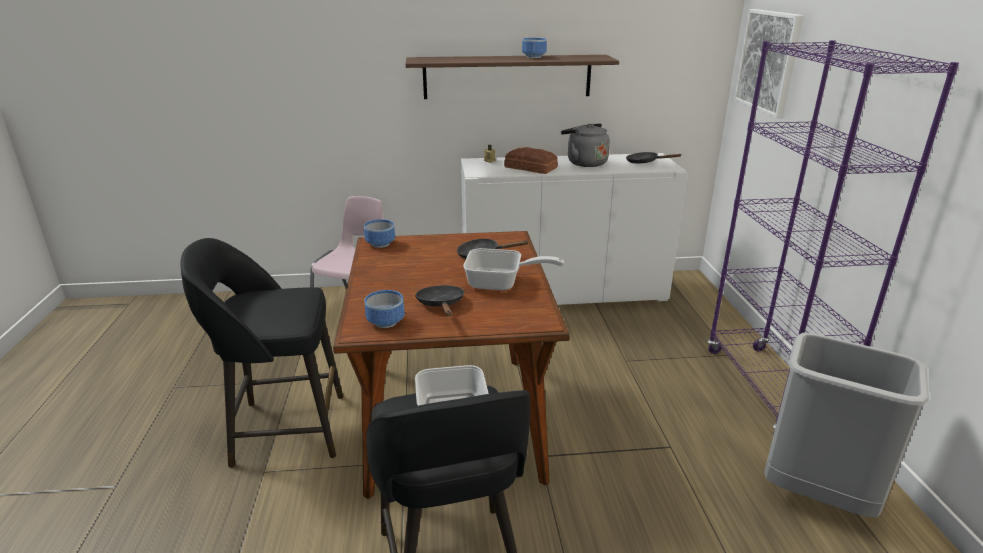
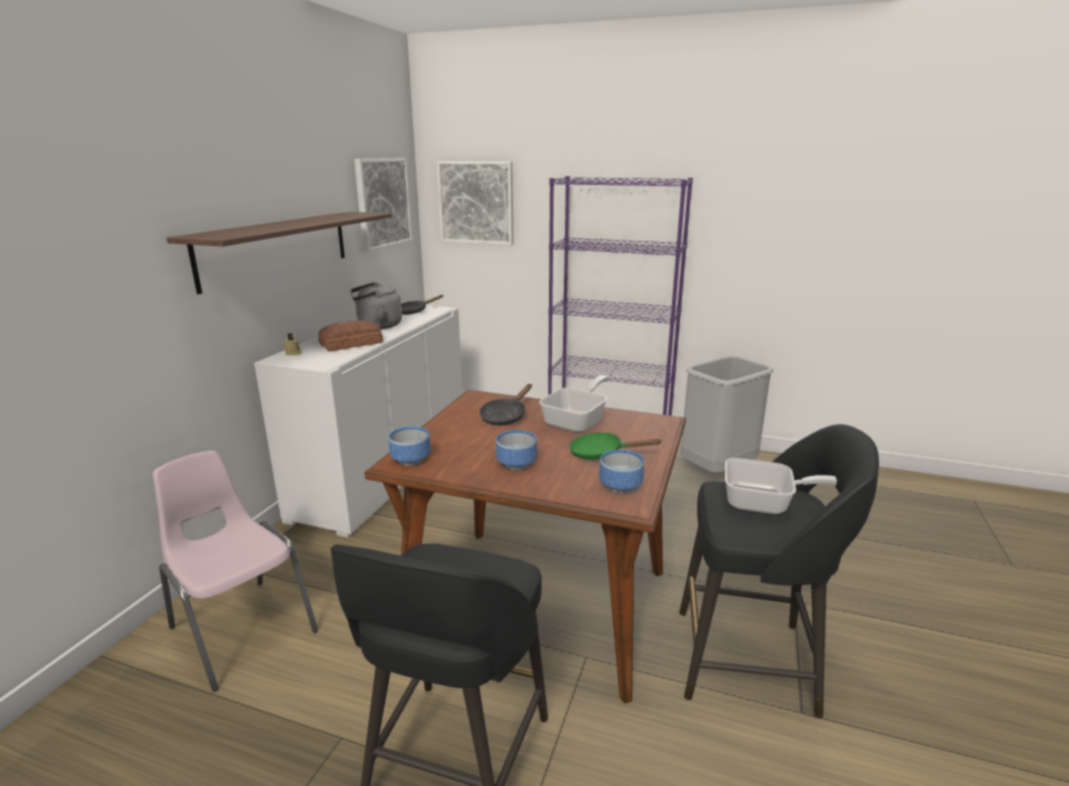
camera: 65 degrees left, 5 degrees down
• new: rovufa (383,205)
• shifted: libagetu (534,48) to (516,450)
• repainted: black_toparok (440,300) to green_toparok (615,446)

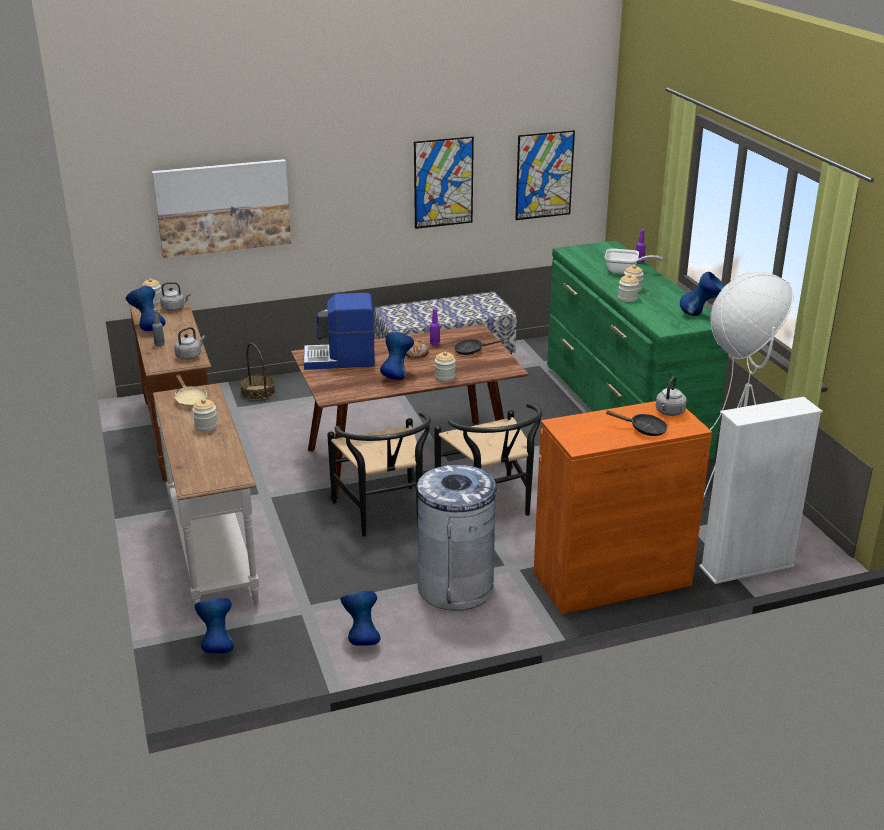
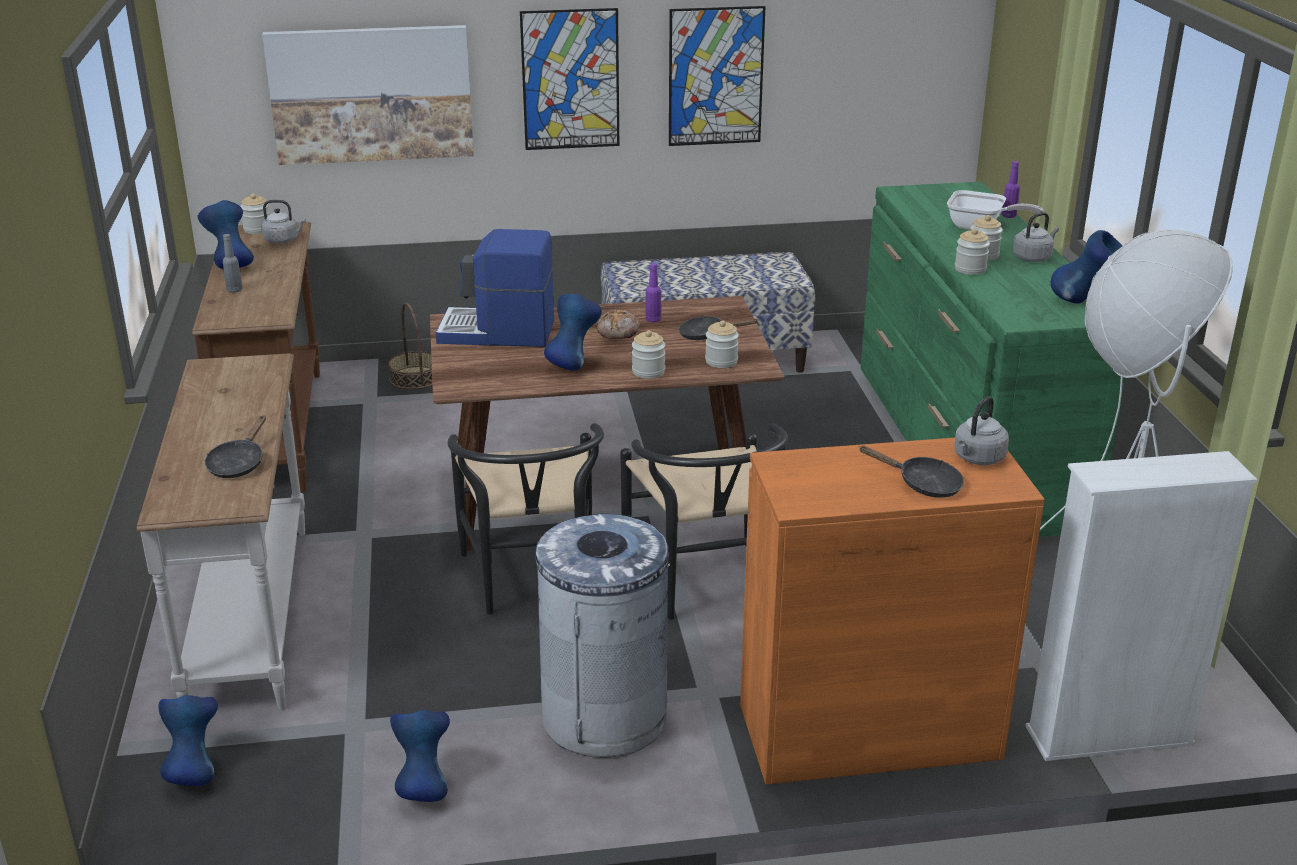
camera: 10 degrees right, 0 degrees up
• gone: beige_toparok (190,390)
• new: black_toparok (235,446)
• shifted: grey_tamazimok (189,343) to (1036,237)
• shifted: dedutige (205,415) to (722,344)
• shifted: rovufa (545,175) to (569,79)

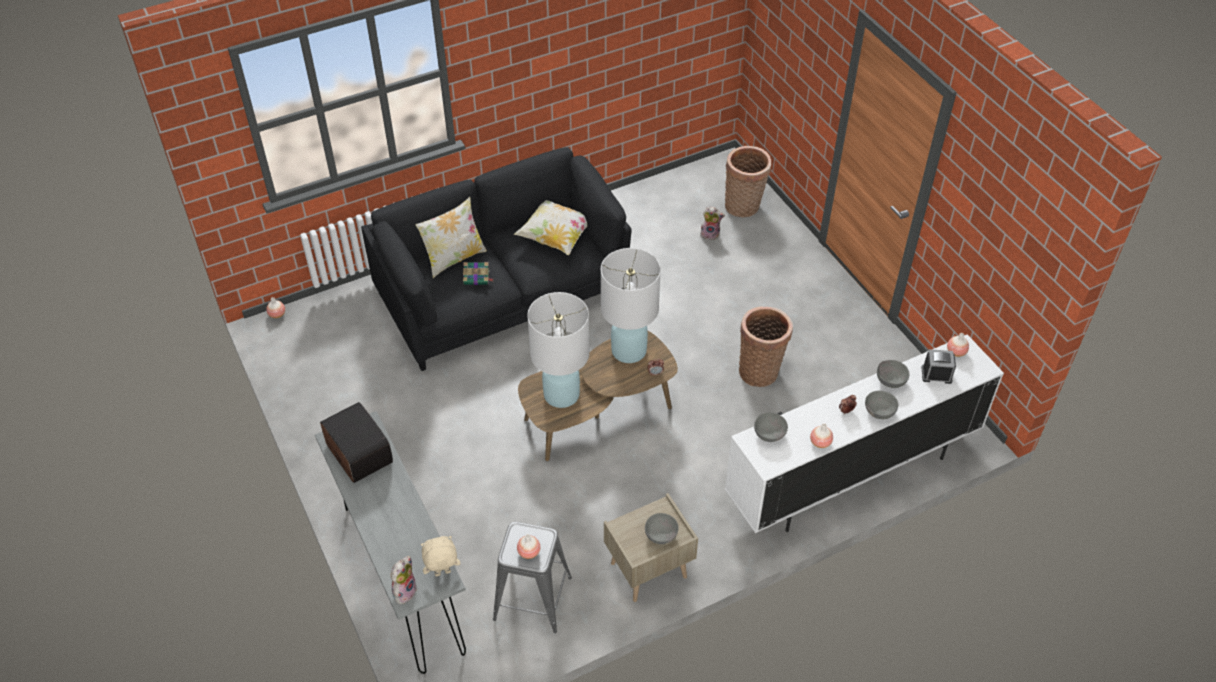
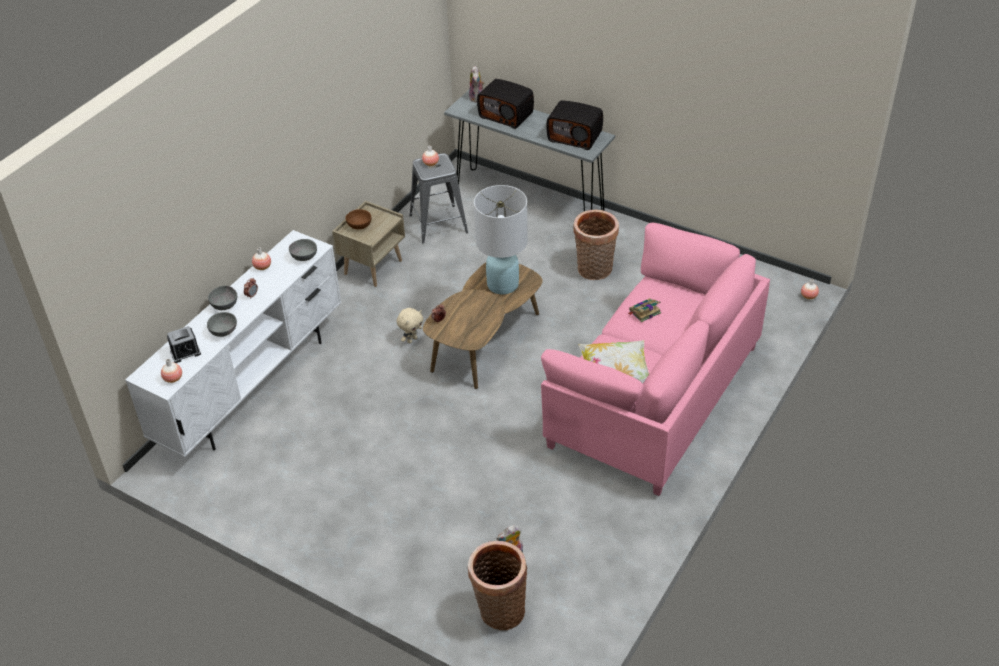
camera: 150 degrees right, 5 degrees down
• gone: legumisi (451,237)
• gone: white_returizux (631,305)
• new: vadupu (505,104)
• shifted: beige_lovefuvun (441,556) to (410,326)
• shifted: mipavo (766,347) to (596,245)
• repainted: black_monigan (496,259) to pink_monigan (655,359)
• repainted: grey_libagetu (662,528) to brown_libagetu (358,219)

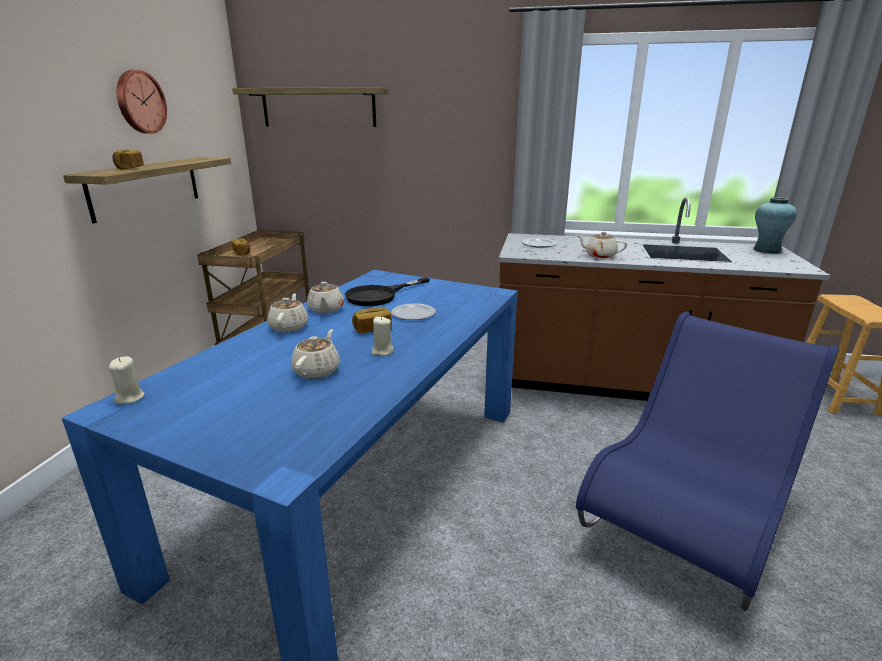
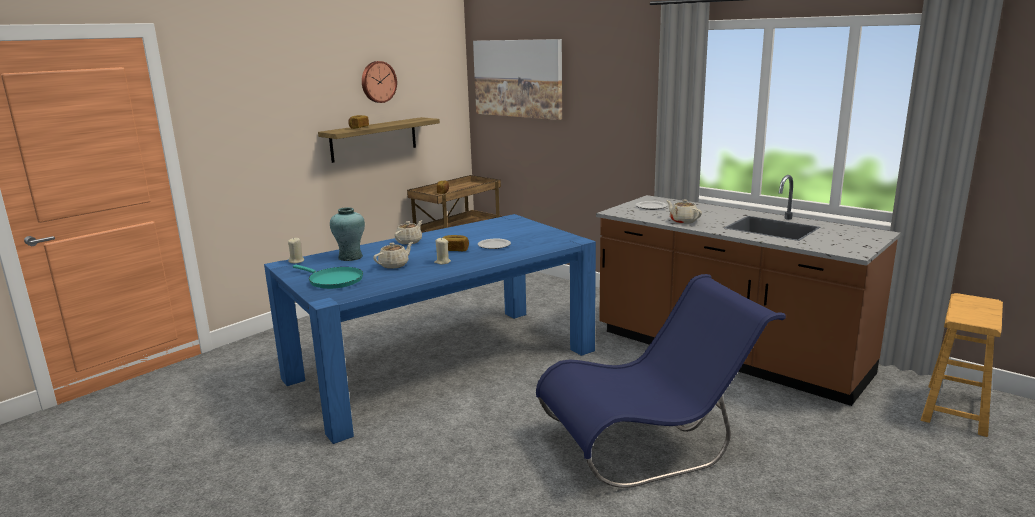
camera: 30 degrees right, 5 degrees down
• gone: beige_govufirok (325,298)
• gone: black_toparok (387,292)
• new: turquoise_toparok (328,277)
• shifted: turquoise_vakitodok (775,225) to (347,234)
• swapped: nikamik (310,107) to rovufa (517,79)

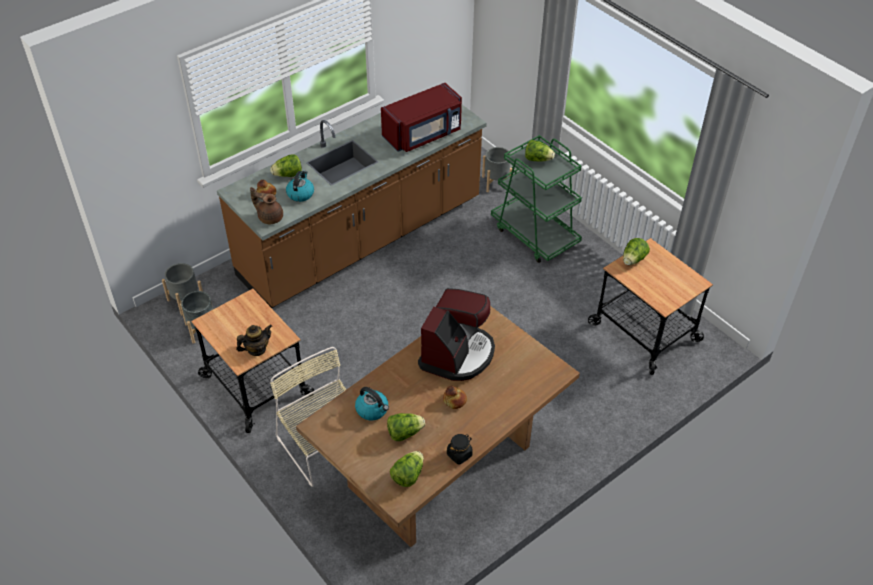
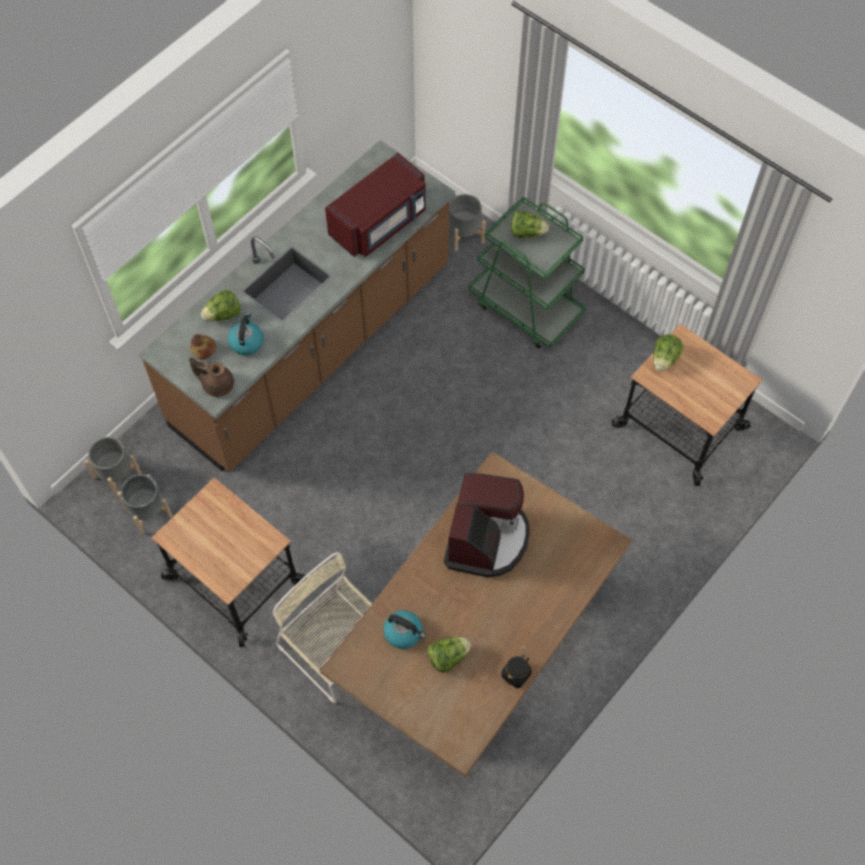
camera: 10 degrees left, 15 degrees up
• gone: govufirok (254,340)
• gone: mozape (407,469)
• gone: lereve (455,397)

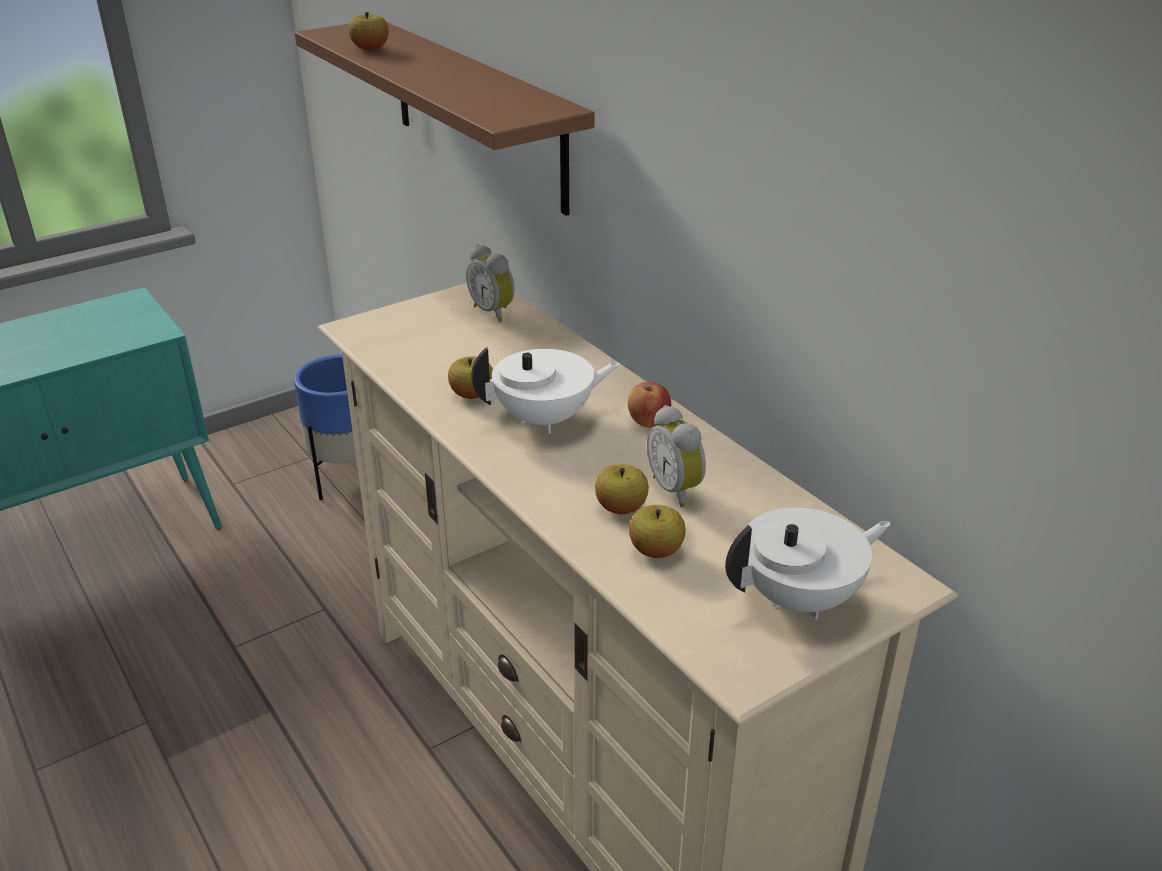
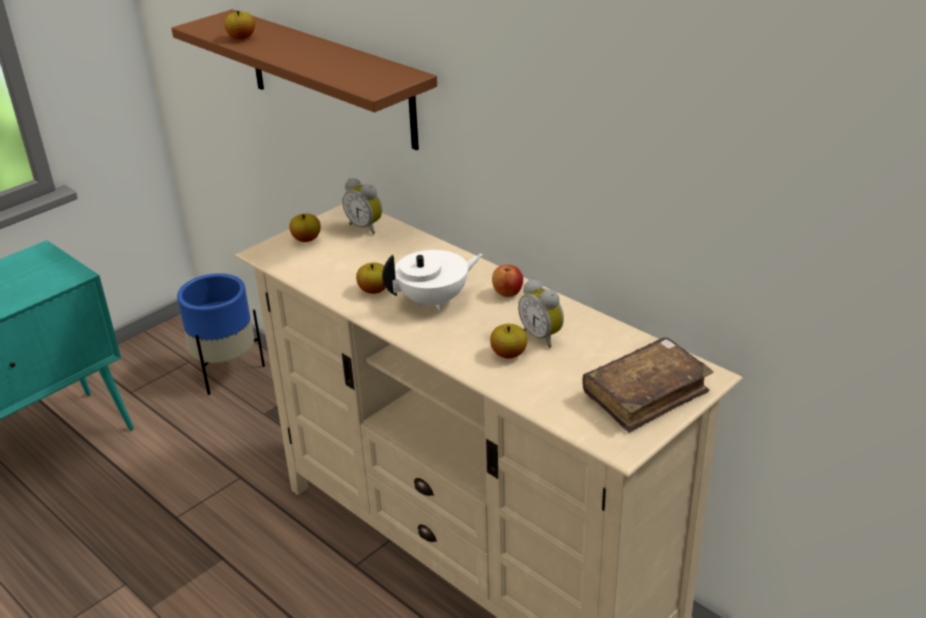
camera: 10 degrees left, 0 degrees up
• shifted: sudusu (657,531) to (305,228)
• swapped: white_govufirok (808,564) to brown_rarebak (647,385)

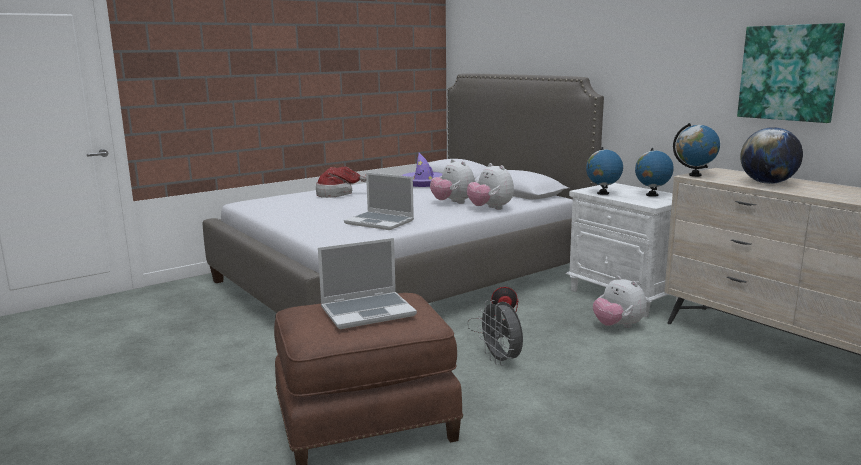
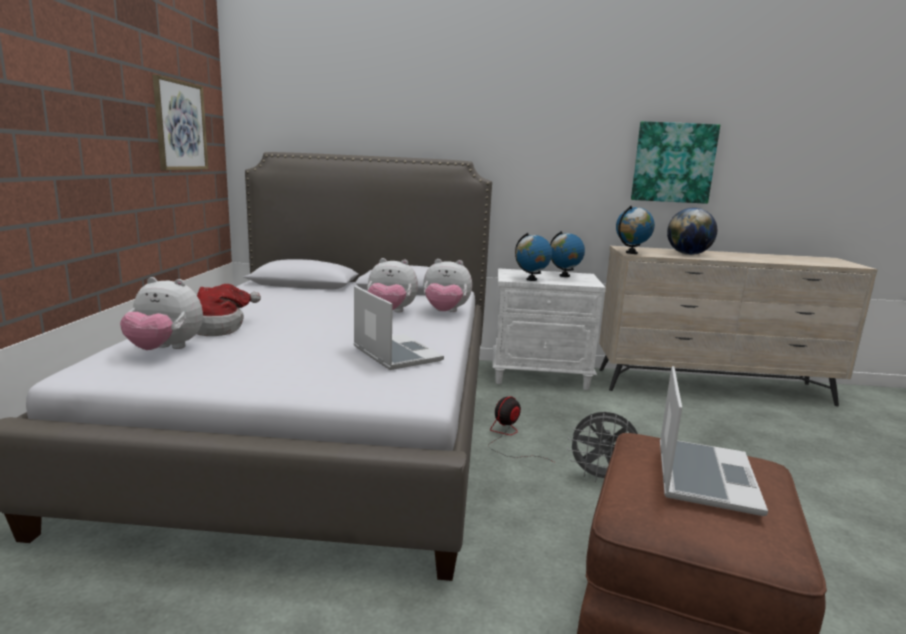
camera: 50 degrees left, 0 degrees up
• gone: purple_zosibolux (422,170)
• new: rovufa (180,122)
• shifted: lovefuvun (620,302) to (161,313)
• rotated: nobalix (379,201) = (398,328) 105 degrees counterclockwise

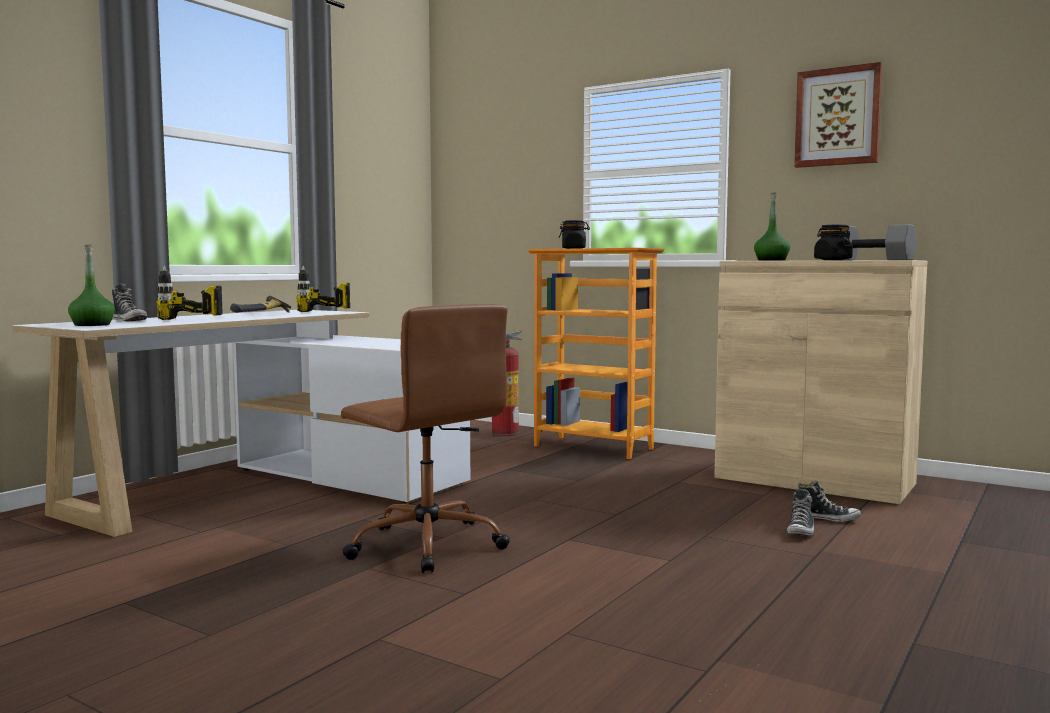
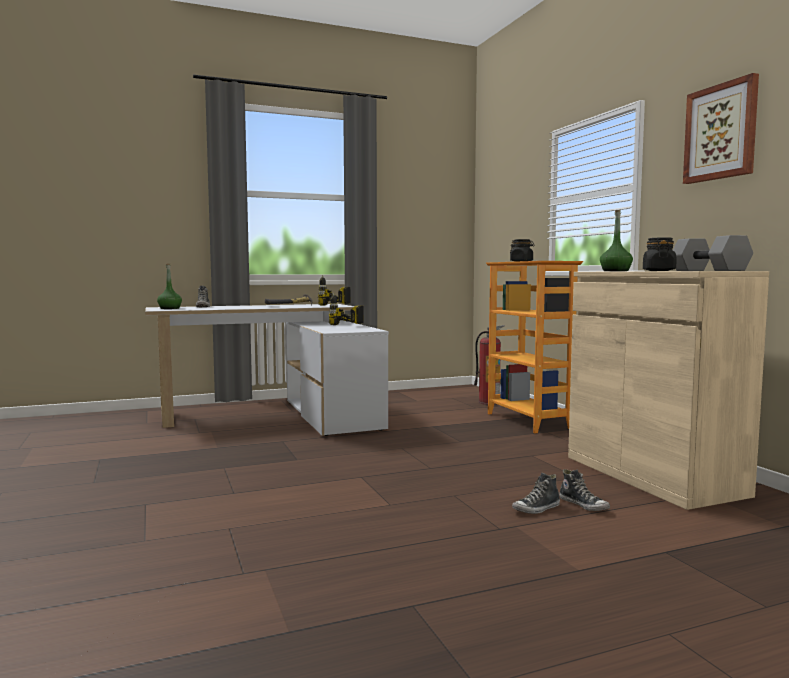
camera: 35 degrees right, 0 degrees up
• gone: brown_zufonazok (425,438)
• shifted: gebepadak (190,293) to (346,309)

